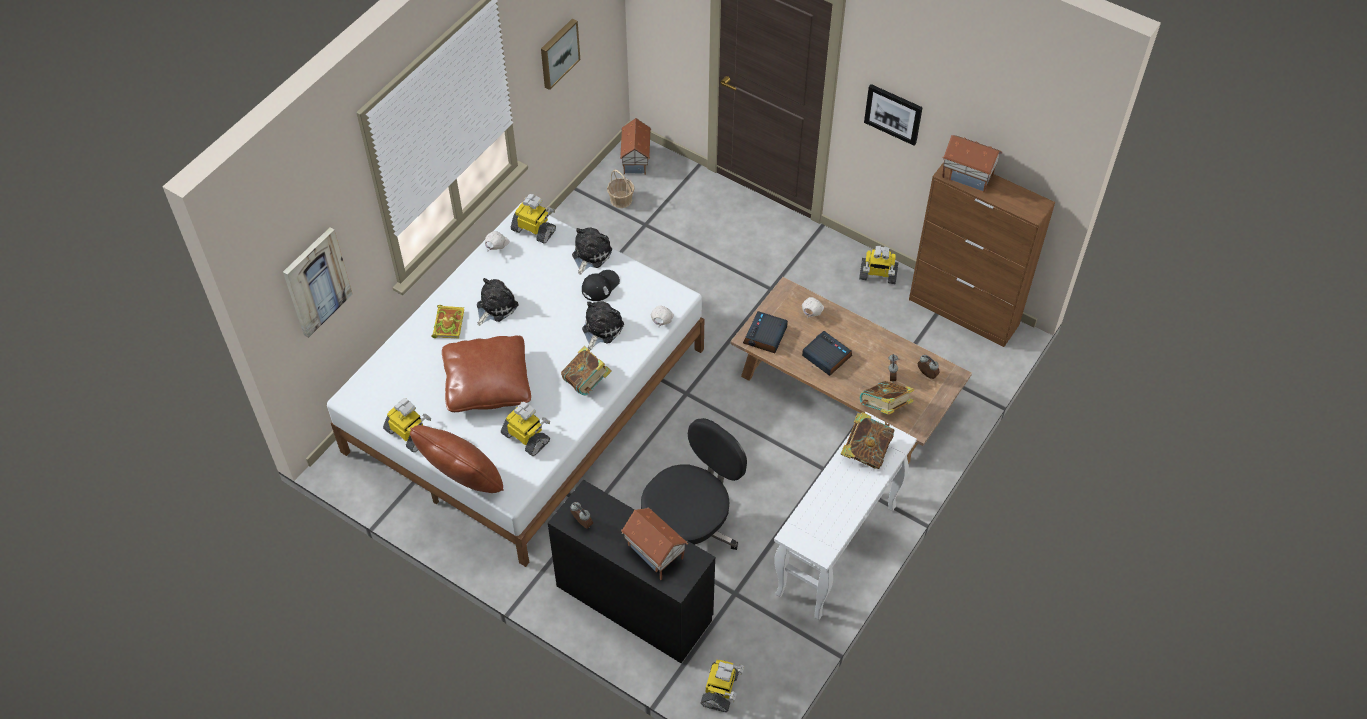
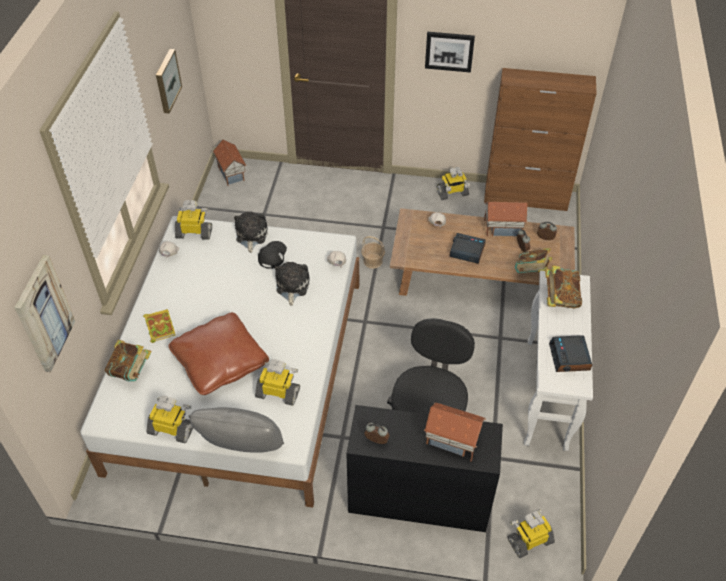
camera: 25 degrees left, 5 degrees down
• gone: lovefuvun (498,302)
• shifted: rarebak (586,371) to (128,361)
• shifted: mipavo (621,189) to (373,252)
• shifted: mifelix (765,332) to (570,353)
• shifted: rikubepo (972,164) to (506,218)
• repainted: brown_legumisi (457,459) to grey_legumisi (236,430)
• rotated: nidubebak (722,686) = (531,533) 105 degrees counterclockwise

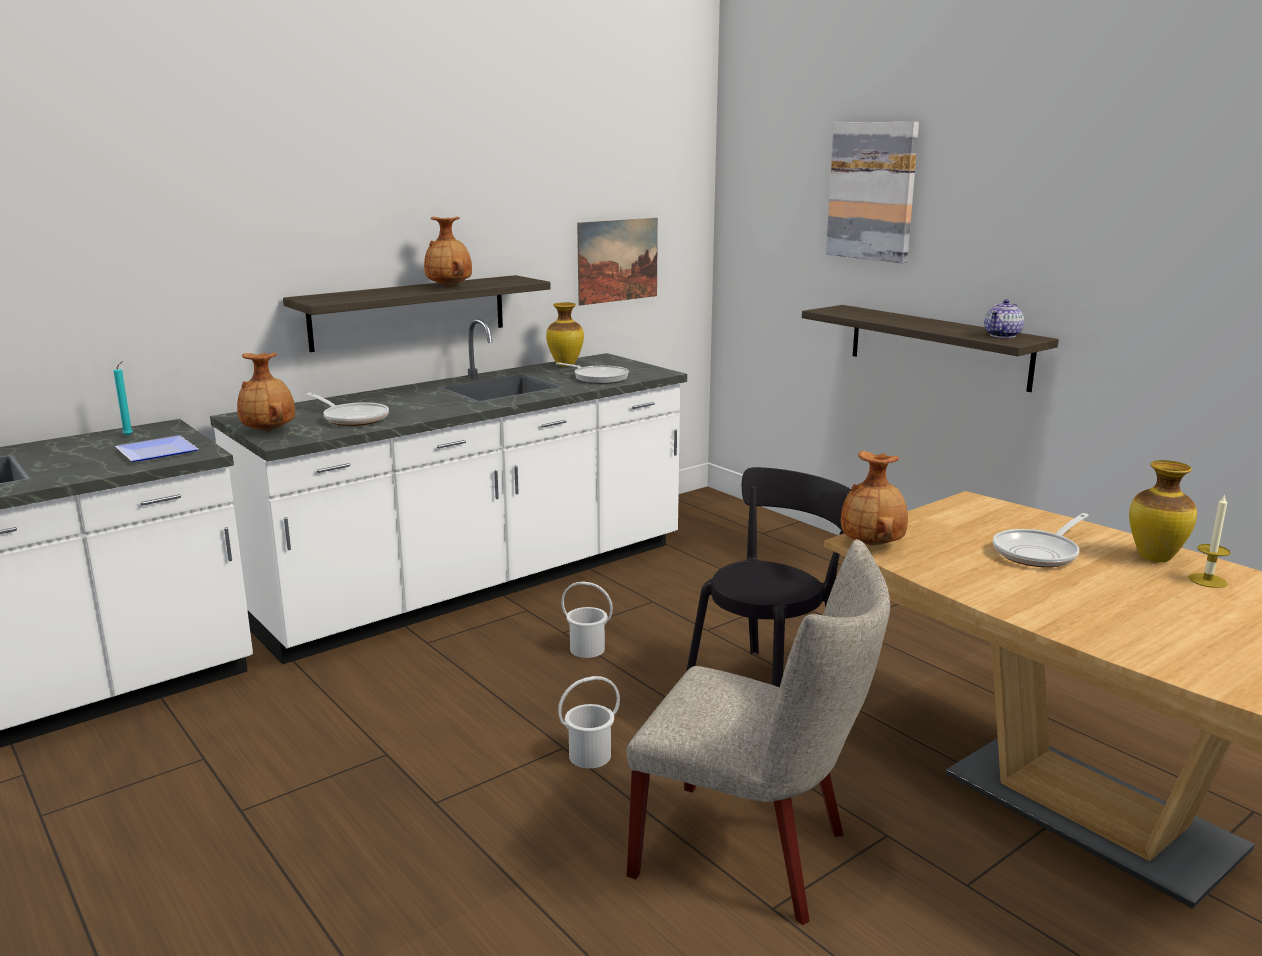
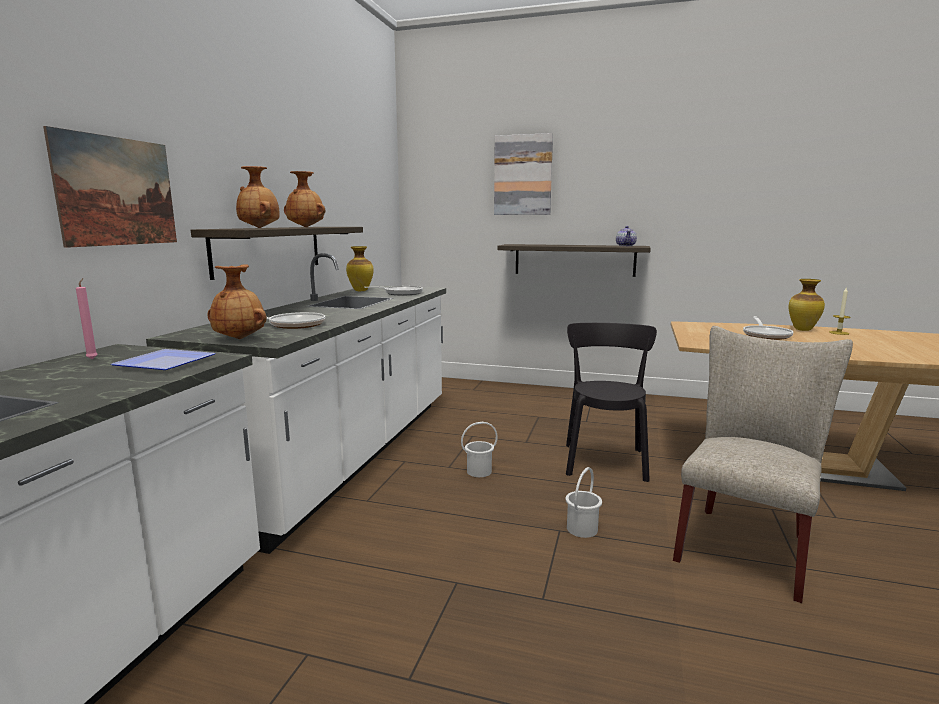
camera: 35 degrees left, 5 degrees down
• shifted: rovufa (617,261) to (110,187)
• shifted: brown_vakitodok (874,498) to (258,197)
• repainted: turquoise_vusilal (123,398) to pink_vusilal (87,319)
• rotated: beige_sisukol (758,732) = (763,464) 45 degrees counterclockwise

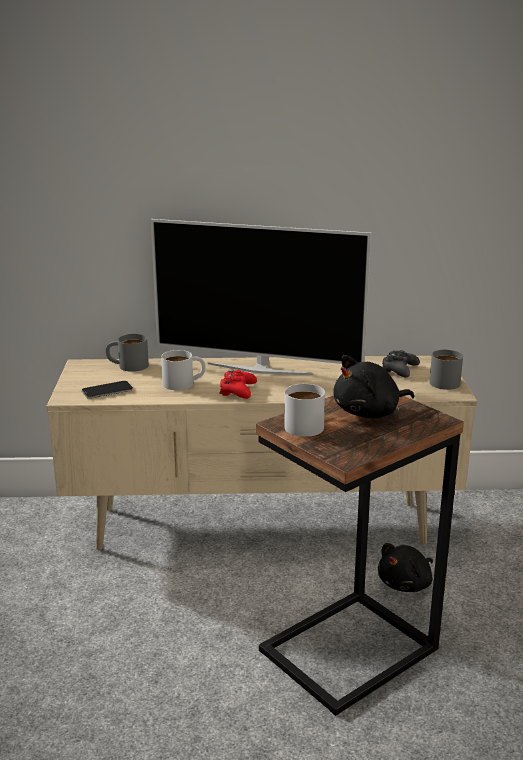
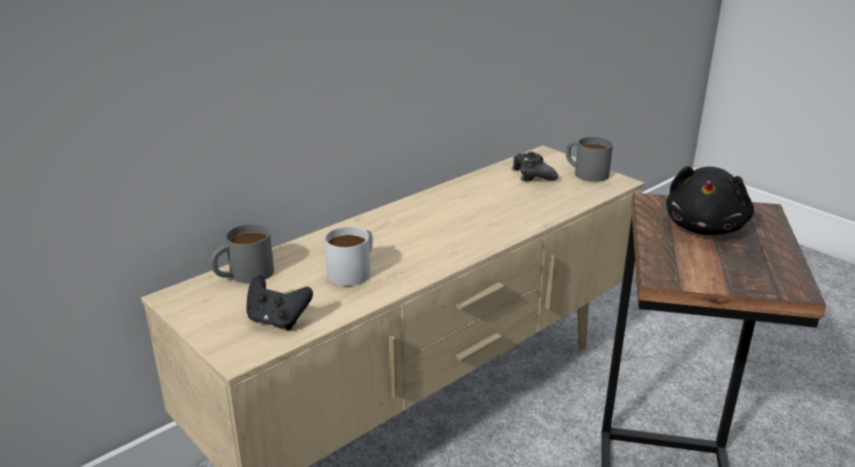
camera: 40 degrees left, 5 degrees up
• gone: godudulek (261,297)
• gone: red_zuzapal (238,384)
• gone: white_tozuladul (304,410)
• gone: black_lovefuvun (405,567)
• swapped: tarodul (107,390) to black_zuzapal (280,302)

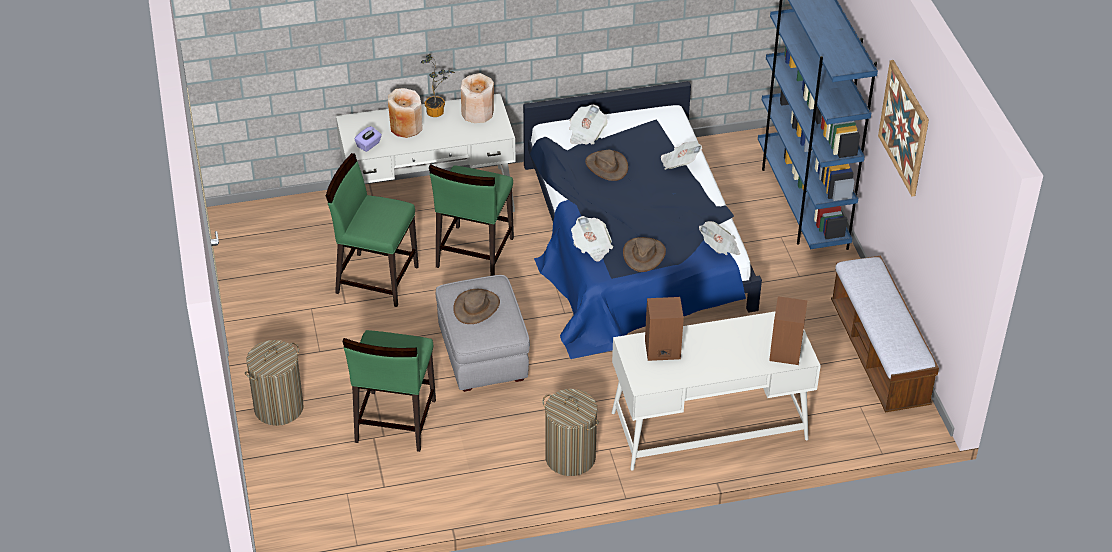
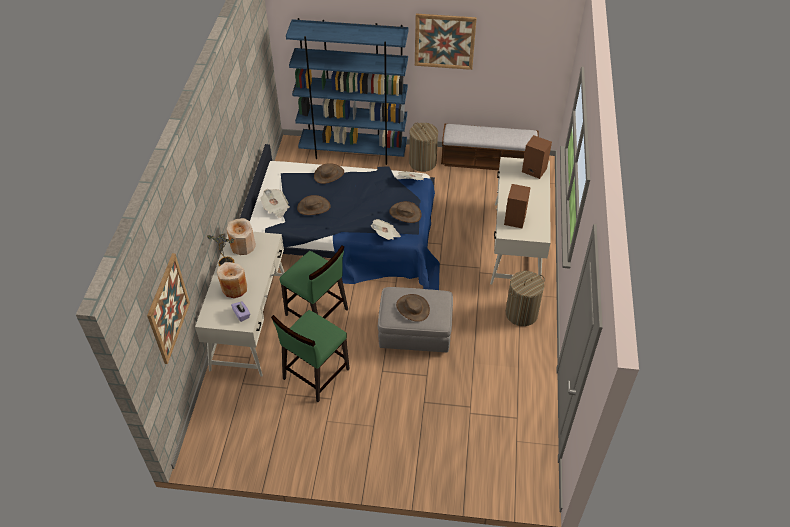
camera: 70 degrees left, 5 degrees up
• gone: green_sisukol (389,391)
• new: rovufa (168,308)
• shifted: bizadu (274,383) to (423,147)
• swapped: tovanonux (681,155) to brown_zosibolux (329,173)

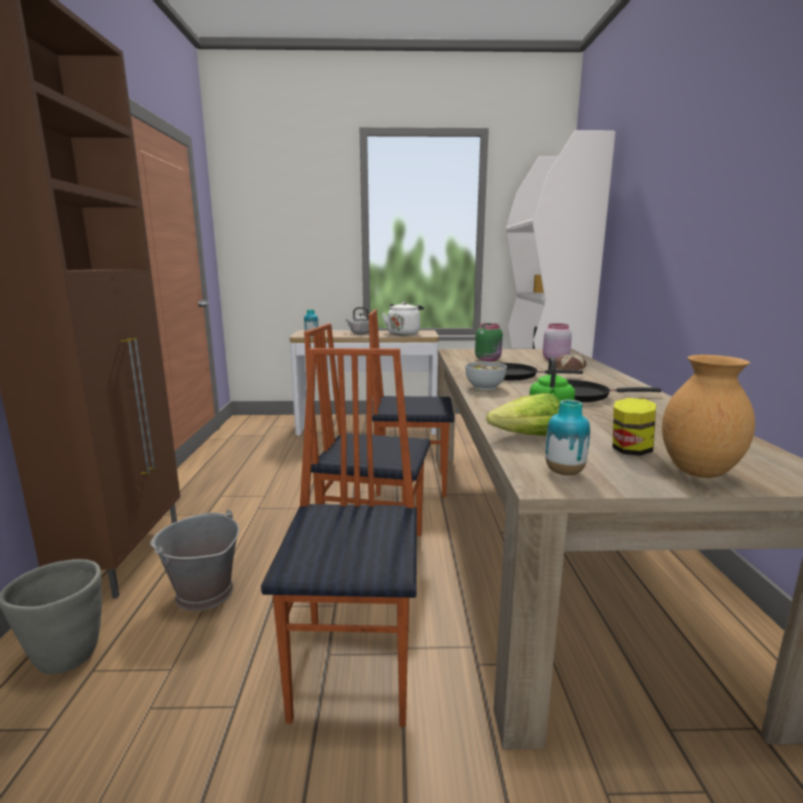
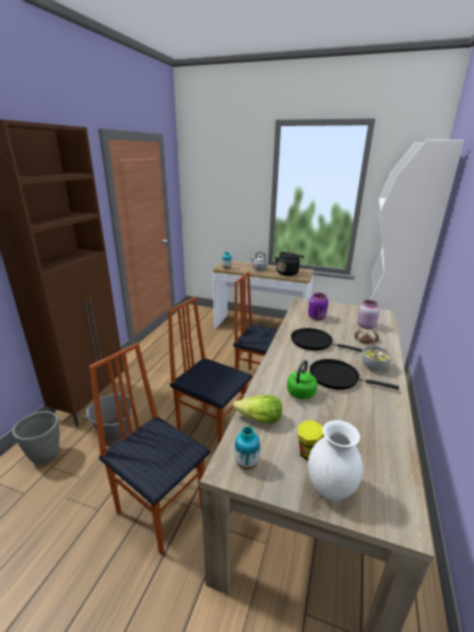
camera: 20 degrees right, 10 degrees up
• shifted: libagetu (486,376) to (376,358)
• repainted: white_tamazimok (403,318) to black_tamazimok (289,264)
• repainted: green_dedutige (489,342) to purple_dedutige (318,306)
• repainted: brown_vakitodok (708,416) to white_vakitodok (335,460)
• rotated: sisukol (339,537) = (149,449) 75 degrees counterclockwise

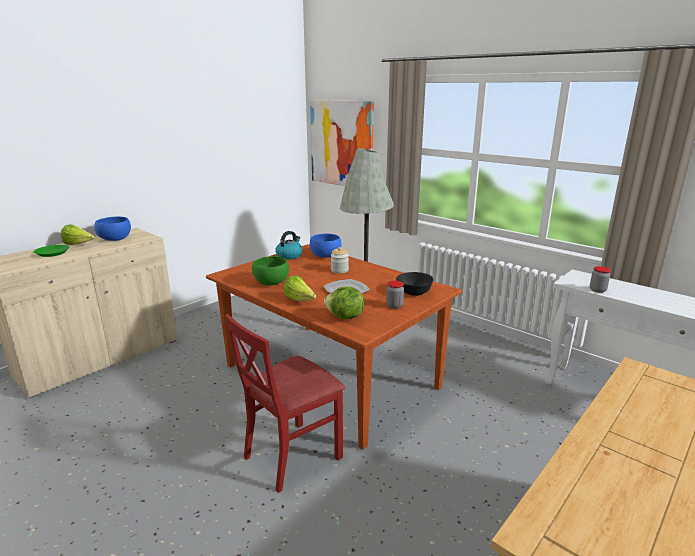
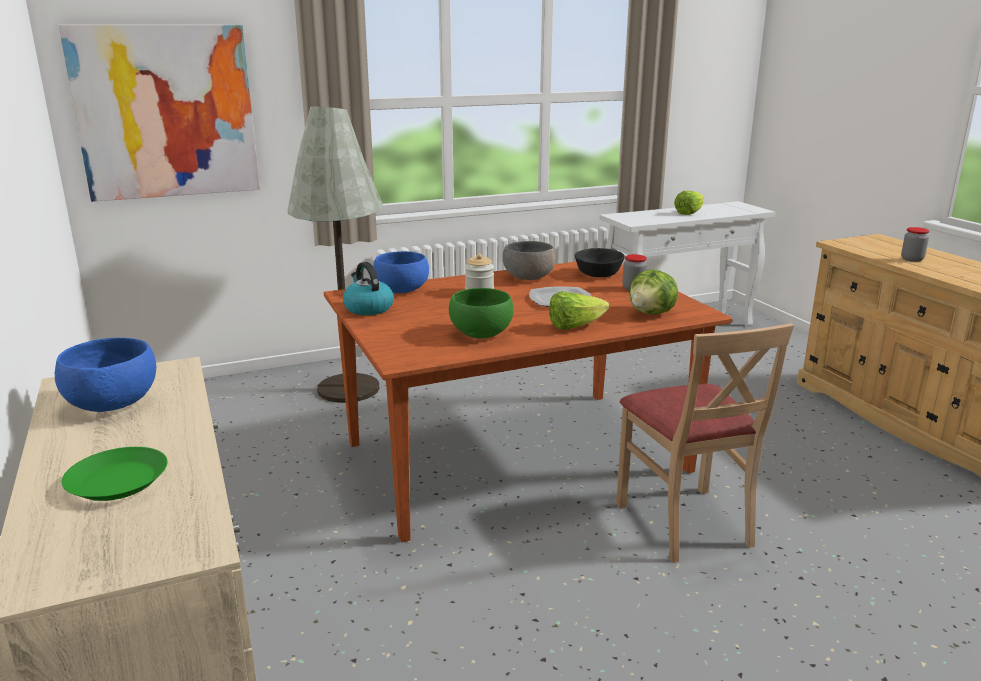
camera: 65 degrees left, 0 degrees up
• new: grey_libagetu (529,260)
• shifted: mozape (77,234) to (688,203)
• shifted: dedutige (600,279) to (915,244)
• repainted: red_sisukol (285,403) to beige_sisukol (705,443)

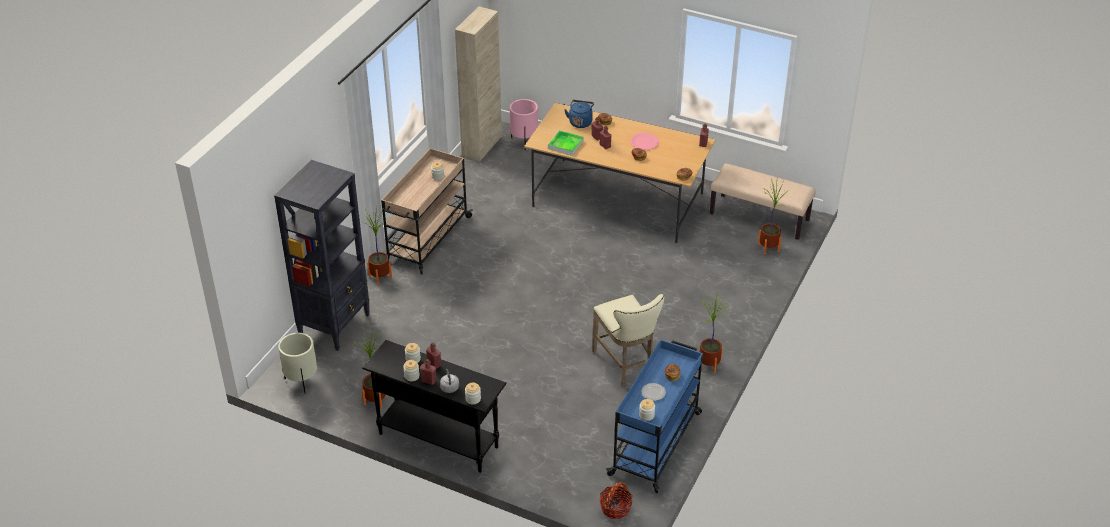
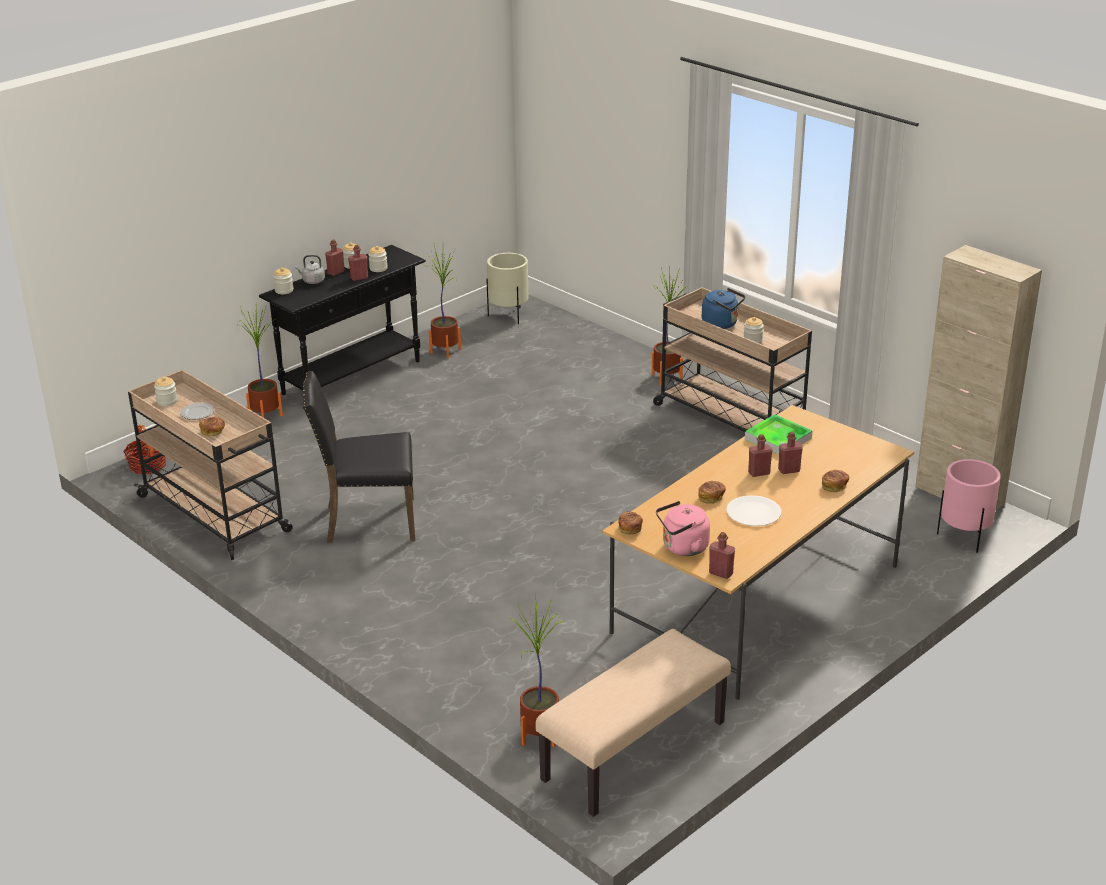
camera: 110 degrees right, 10 degrees down
• gone: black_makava (322,255)
• new: pink_tamazimok (683,528)
• shifted: blue_tamazimok (579,114) to (723,308)
• shifted: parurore (714,334) to (260,362)
• swapped: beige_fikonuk (628,340) to black_sisukol (359,457)
• repainted: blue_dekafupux (654,416) to beige_dekafupux (210,465)
• repainted: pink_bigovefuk (644,141) to white_bigovefuk (753,510)

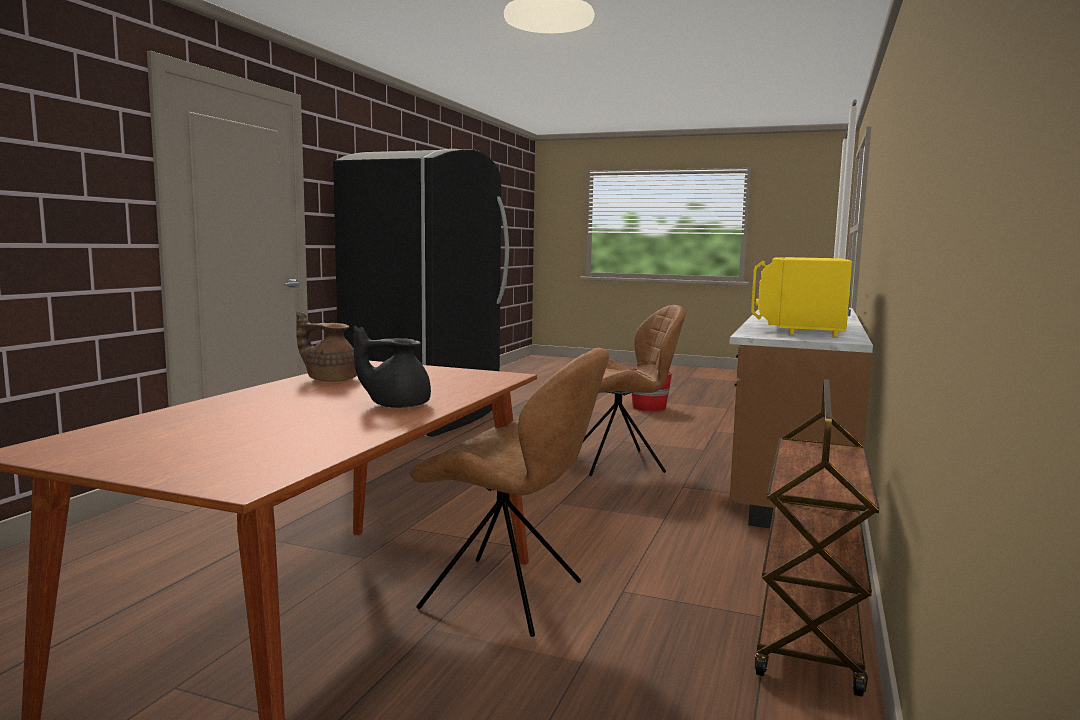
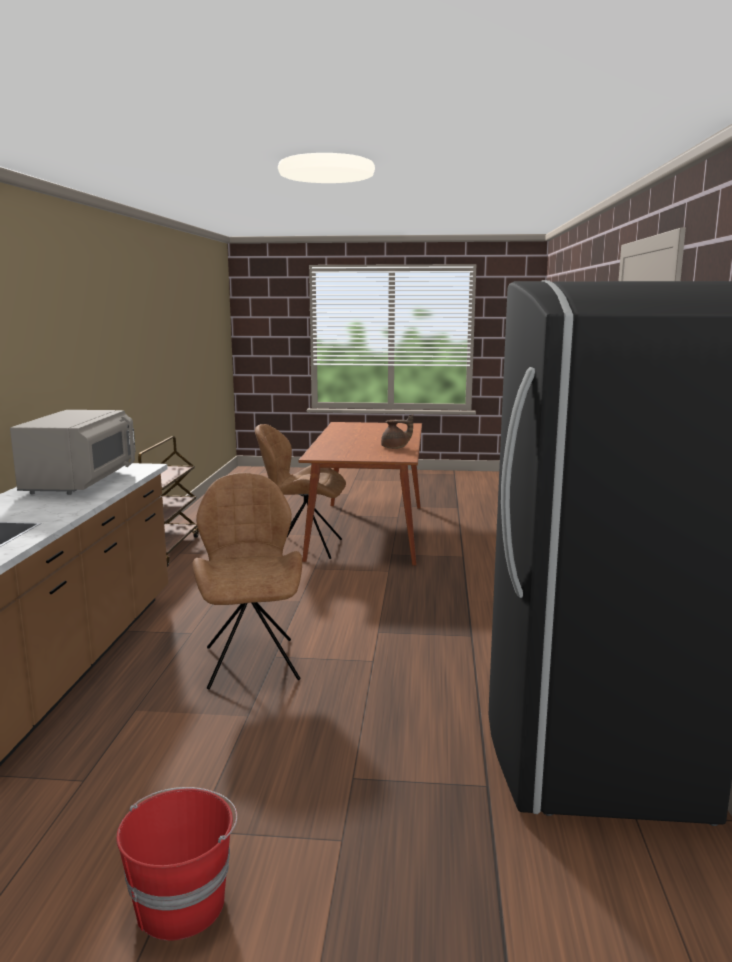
camera: 165 degrees right, 5 degrees up
• gone: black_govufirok (392,367)
• repainted: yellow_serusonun (801,297) to grey_serusonun (73,452)
• rotated: brown_sisukol (634,390) = (247,581) 105 degrees clockwise

